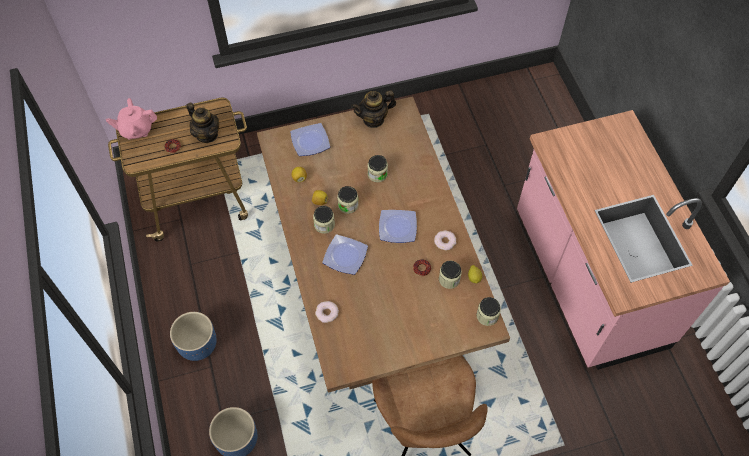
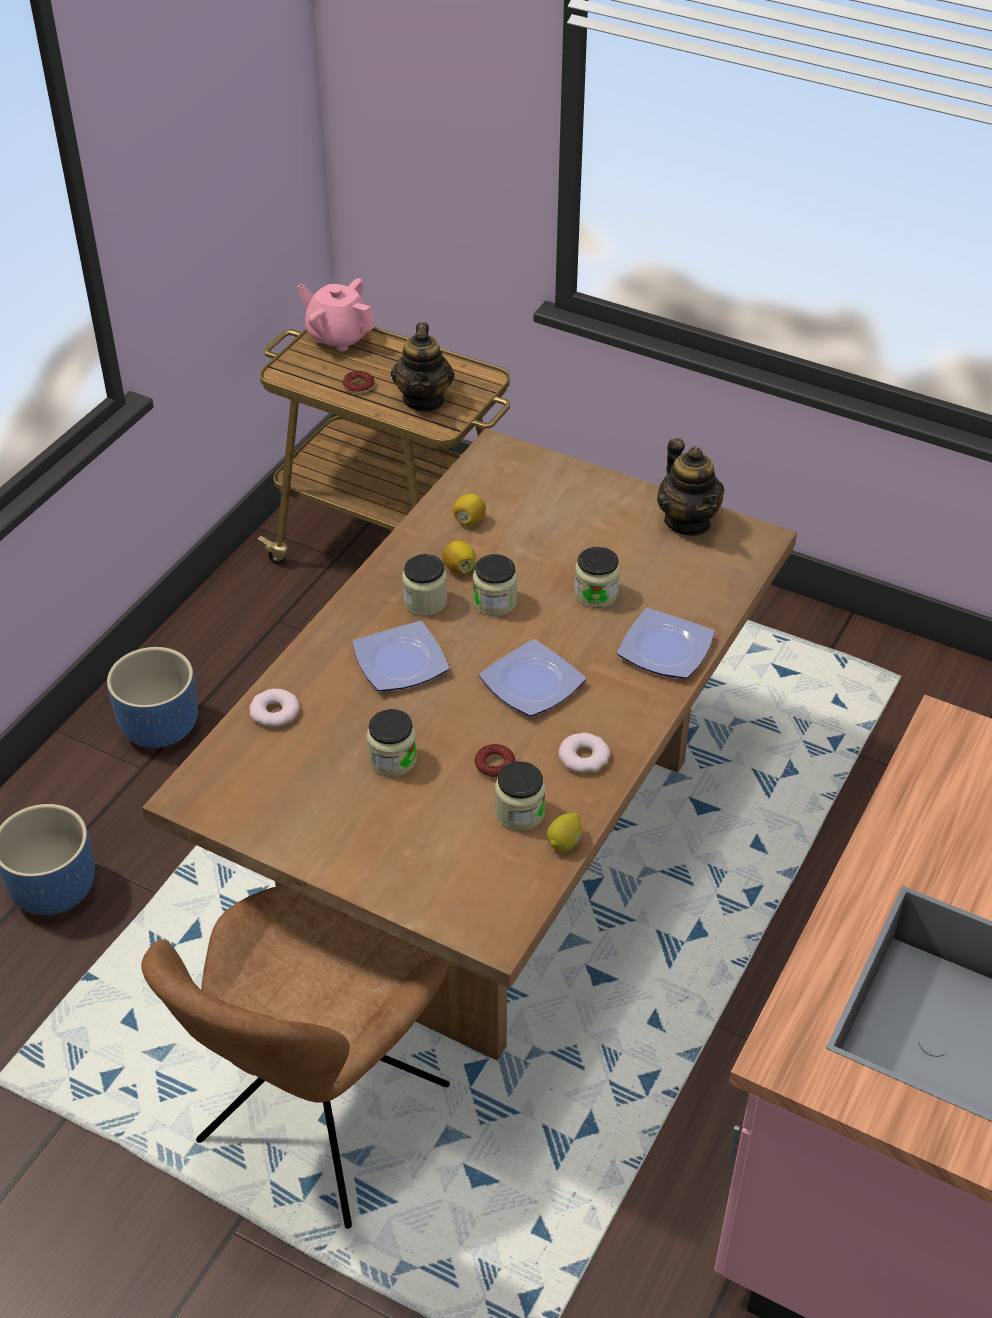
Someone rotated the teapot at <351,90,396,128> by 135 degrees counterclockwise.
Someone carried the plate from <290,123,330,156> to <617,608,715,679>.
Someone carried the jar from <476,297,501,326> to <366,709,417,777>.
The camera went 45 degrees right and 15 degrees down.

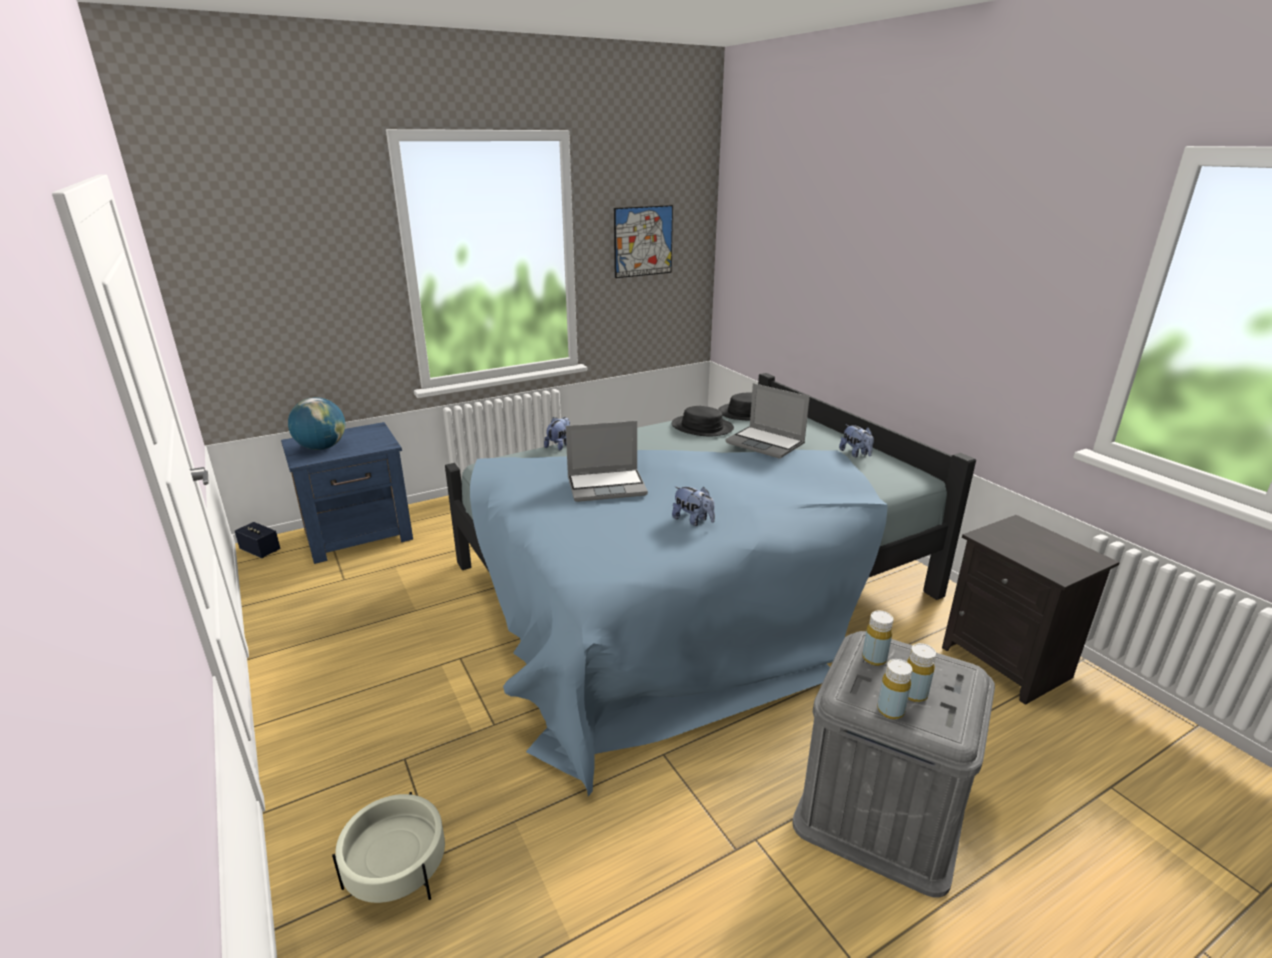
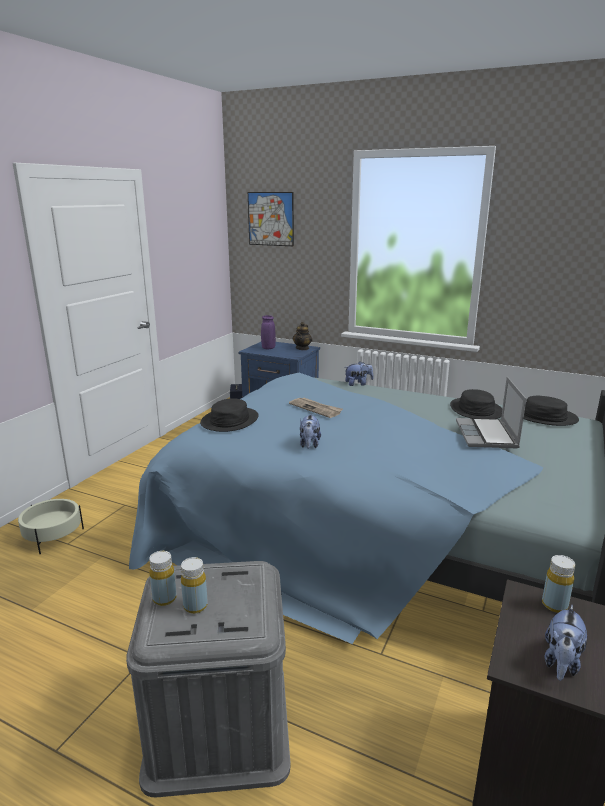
Someone carried the picture from <614,205,673,278> to <248,192,294,246>.
Someone swapped the globe at <288,397,345,450> for the purple vase at <261,315,276,349>.
Someone swapped the laptop at <566,421,648,502> for the newspaper at <289,398,343,418>.
Someone carried the plush toy from <839,425,874,458> to <545,605,587,681>.
Someone carried the yellow bottle from <862,611,893,666> to <542,555,575,613>.
Someone put down the teapot at <293,322,312,350>.
Someone put down the black hat at <200,398,259,432>.
The camera went 55 degrees right and 5 degrees down.

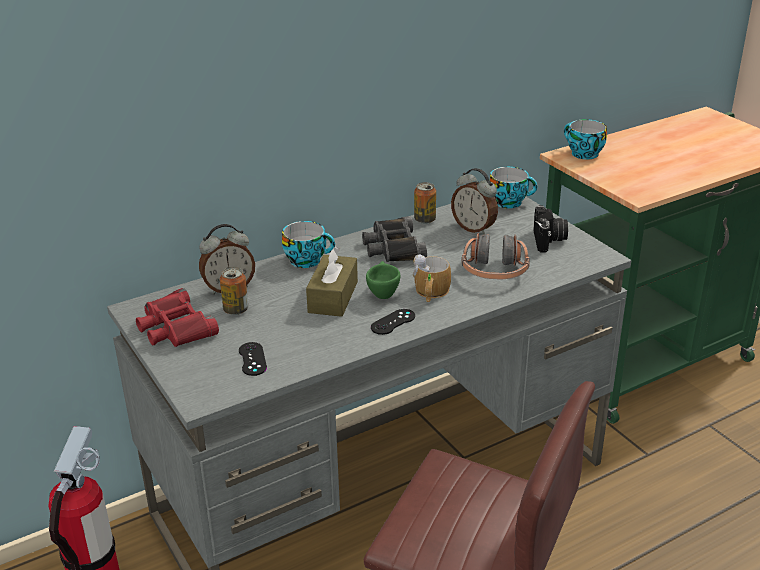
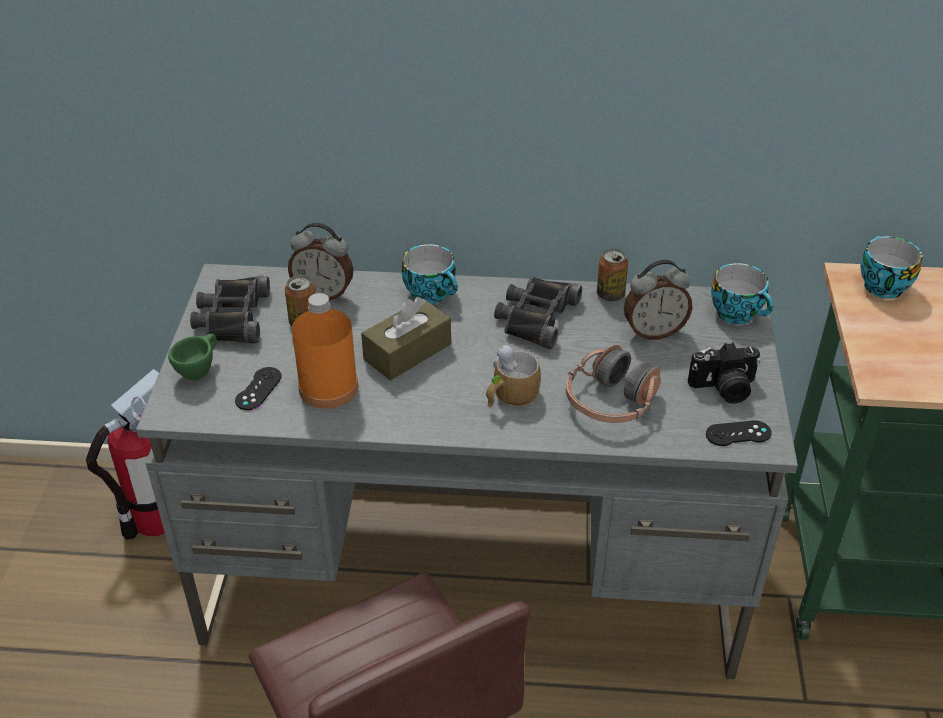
Someone rotated the alarm clock at <451,168,498,235> by 90 degrees counterclockwise.
Someone rotated the photo camera at <533,205,568,252> by 45 degrees clockwise.
Someone carried the green cup from <366,261,401,299> to <168,334,217,380>.
Someone repainted the red binoculars at <136,288,219,347>, which became the black binoculars at <190,276,270,344>.
Someone carried the black game controller from <371,309,415,335> to <706,420,772,446>.
Someone put down the orange bottle at <292,293,358,409>.
The camera went 35 degrees right and 10 degrees up.

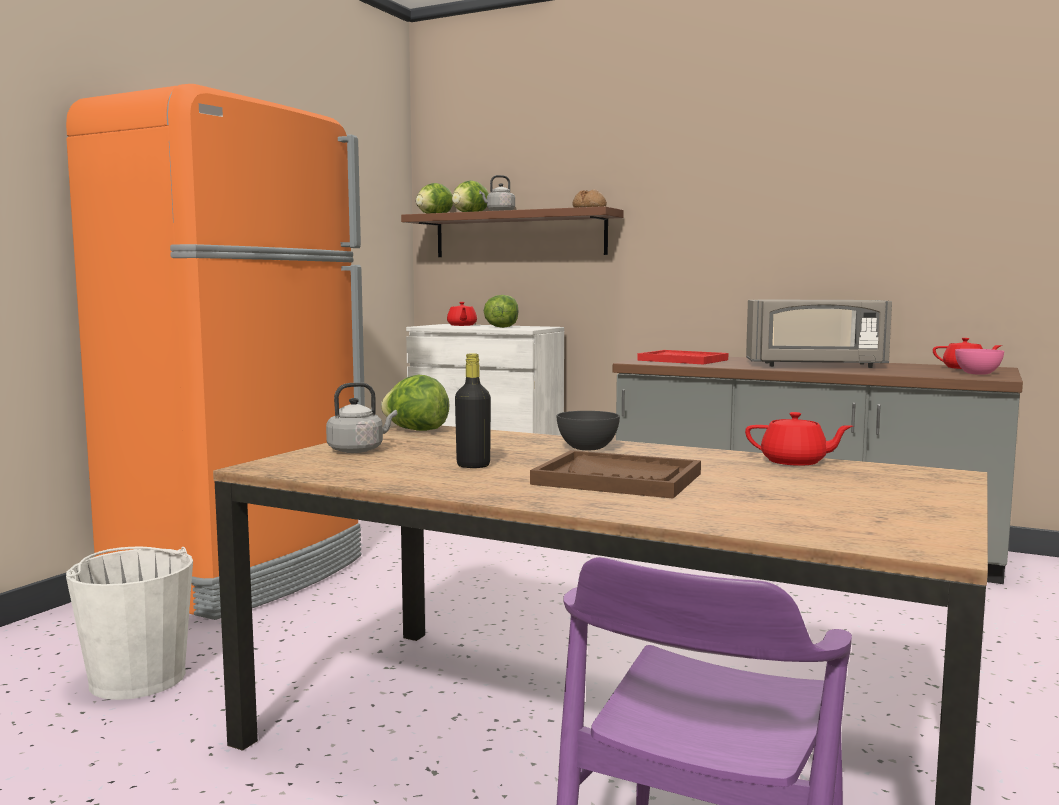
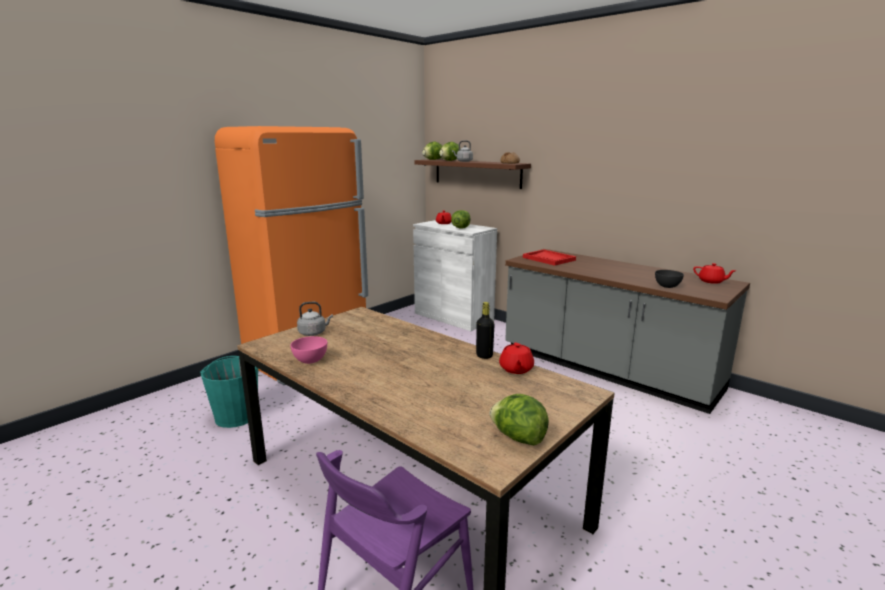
Someone took away the grey microwave at <746,300,892,368>.
Someone carried the pink bowl from <955,349,1004,375> to <290,336,327,364>.
Someone carried the black bottle from <455,353,491,468> to <476,302,495,359>.
Someone carried the lettuce from <381,375,450,431> to <489,394,549,446>.
Someone carried the grey bowl from <557,411,620,450> to <655,270,684,288>.
Someone rotated the red teapot at <745,412,853,466> by 60 degrees clockwise.
Someone took away the brown tray at <530,450,701,499>.
Someone repainted the white bucket at <66,547,193,700>, which became the turquoise bucket at <200,356,258,428>.
The camera went 15 degrees right and 10 degrees up.

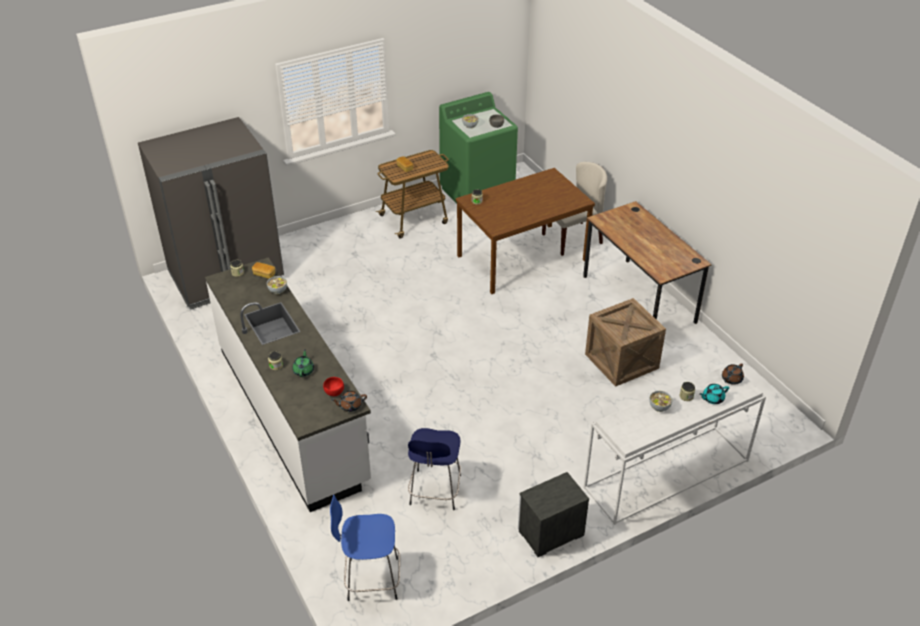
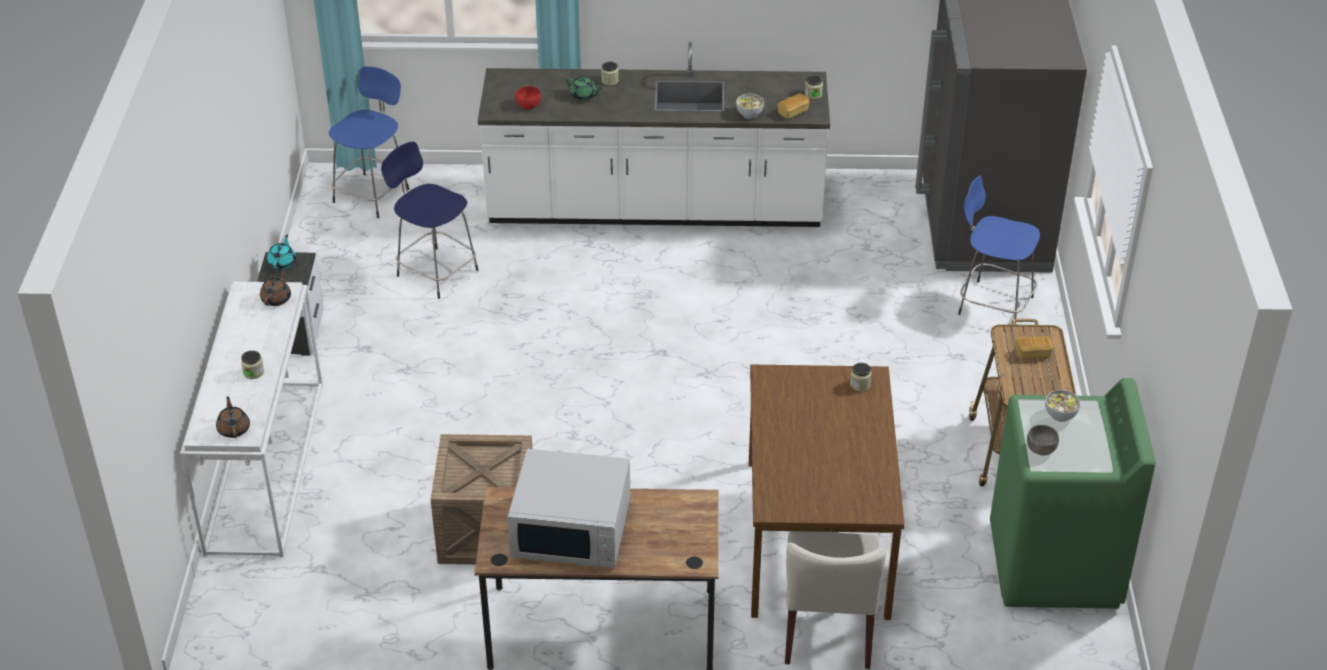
Someone carried the turquoise teapot from <699,384,729,404> to <267,235,296,269>.
Someone carried the brown teapot from <331,391,367,412> to <260,269,291,306>.
Someone took away the bowl at <649,391,672,412>.
Someone put down the blue stool at <958,175,1040,325>.
Someone put down the white microwave at <507,449,630,568>.
The camera went 120 degrees right and 0 degrees up.

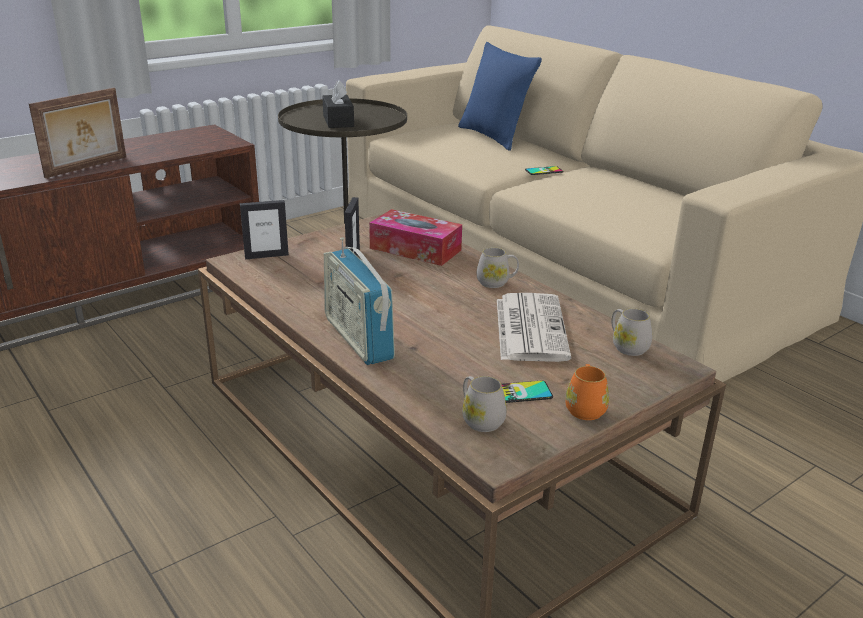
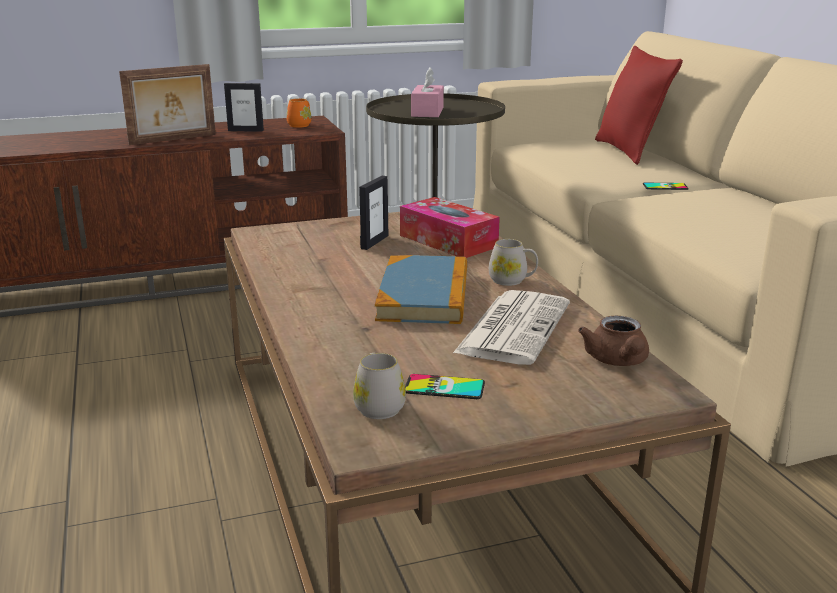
Someone repainted the blue pillow at <458,42,542,151>, which became the red pillow at <595,46,683,165>.
Someone repainted the black tissue box at <322,80,354,128>, which became the pink tissue box at <411,67,444,117>.
Someone carried the picture frame from <240,200,289,259> to <224,83,264,132>.
Someone took away the radio at <324,237,395,365>.
Someone swapped the white mug at <611,308,652,356> for the brown teapot at <578,316,649,366>.
Someone carried the orange mug from <565,364,609,420> to <286,98,311,128>.
Someone put down the book at <375,255,467,324>.
The camera went 20 degrees right and 5 degrees down.

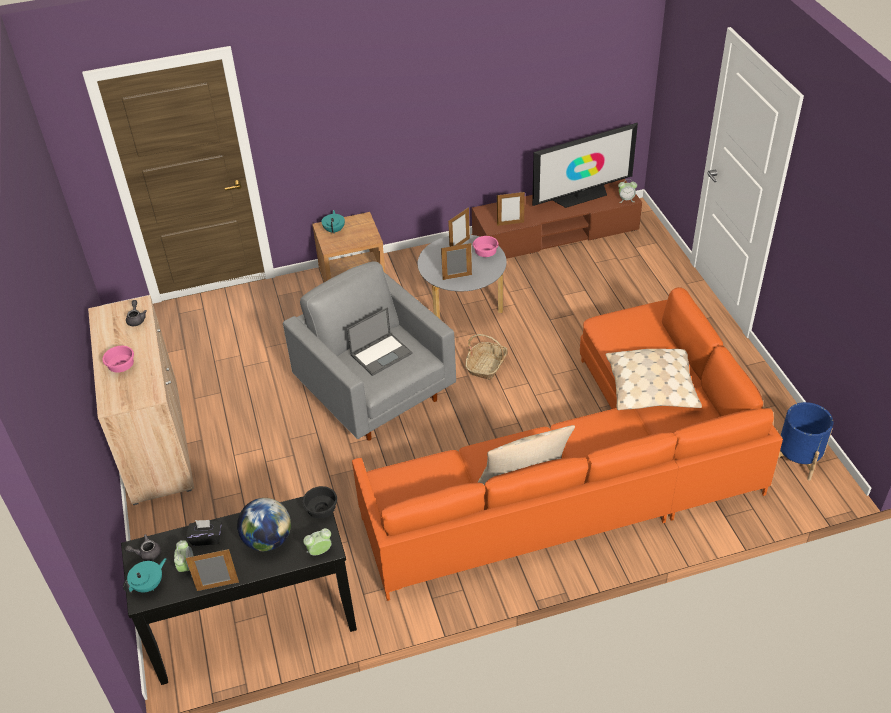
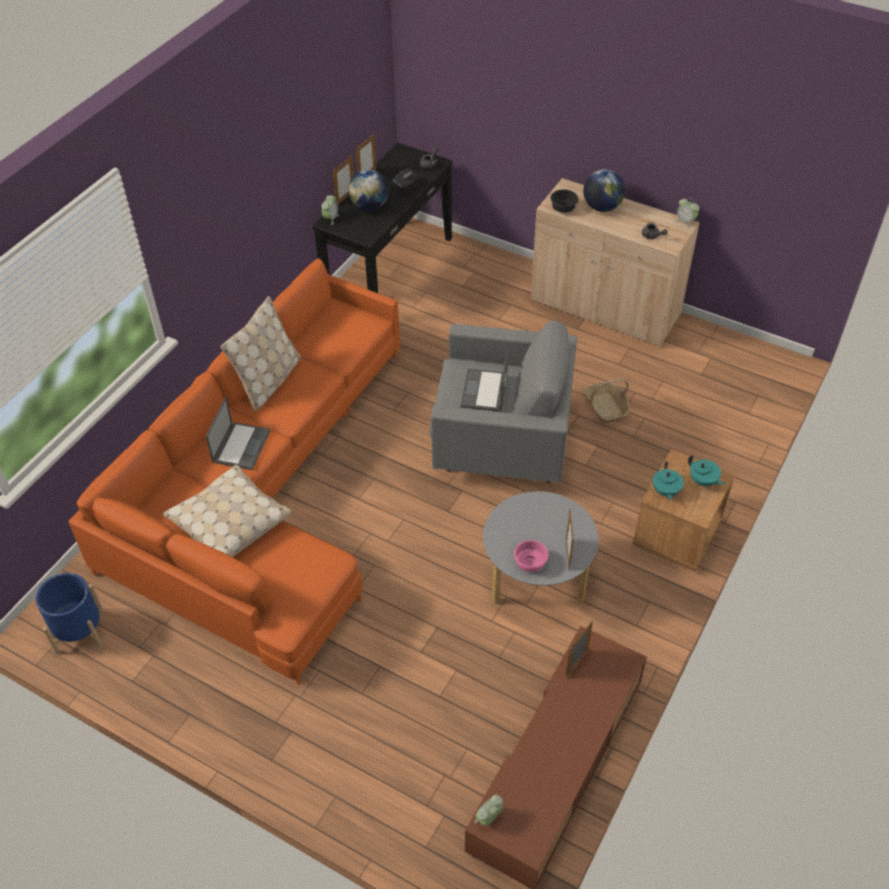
Someone took away the television at <532,123,638,208>.
Someone carried the picture frame from <441,243,472,280> to <333,156,354,204>.
Someone carried the basket from <465,334,507,380> to <584,379,630,423>.
Someone swapped the pink bowl at <102,346,134,373> for the globe at <583,169,625,212>.
Someone carried the black bowl from <303,486,337,518> to <550,189,578,213>.
Someone carried the alarm clock from <174,540,193,577> to <675,198,700,228>.
Someone carried the turquoise teapot from <123,558,166,593> to <653,461,684,500>.
Someone put down the laptop at <206,397,271,470>.
The camera went 135 degrees right and 5 degrees up.

